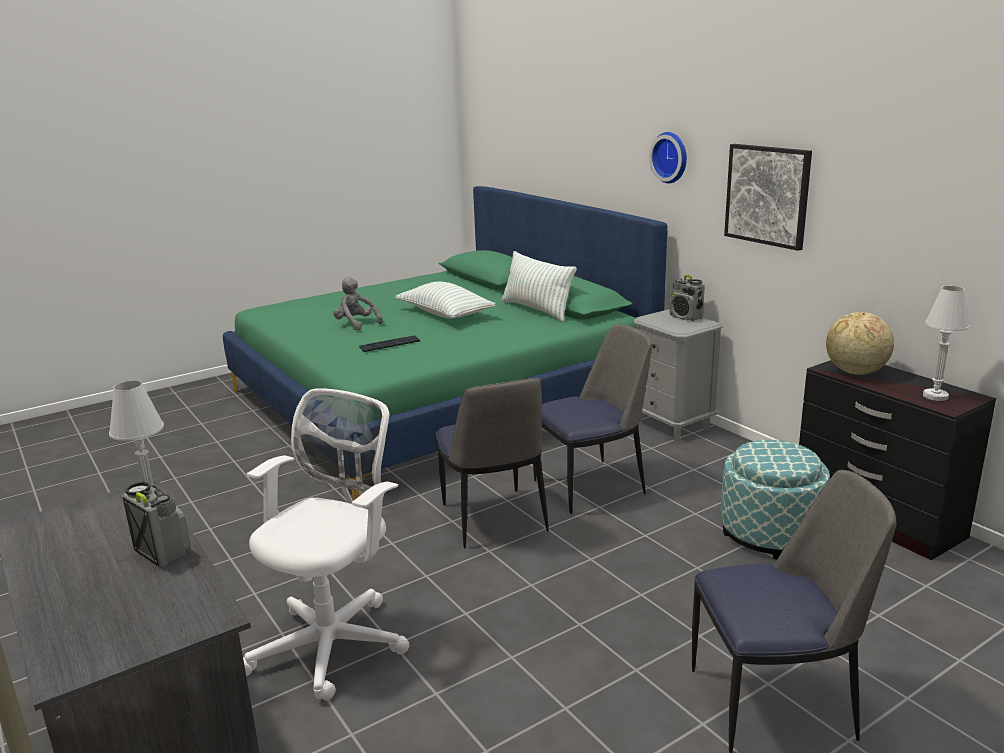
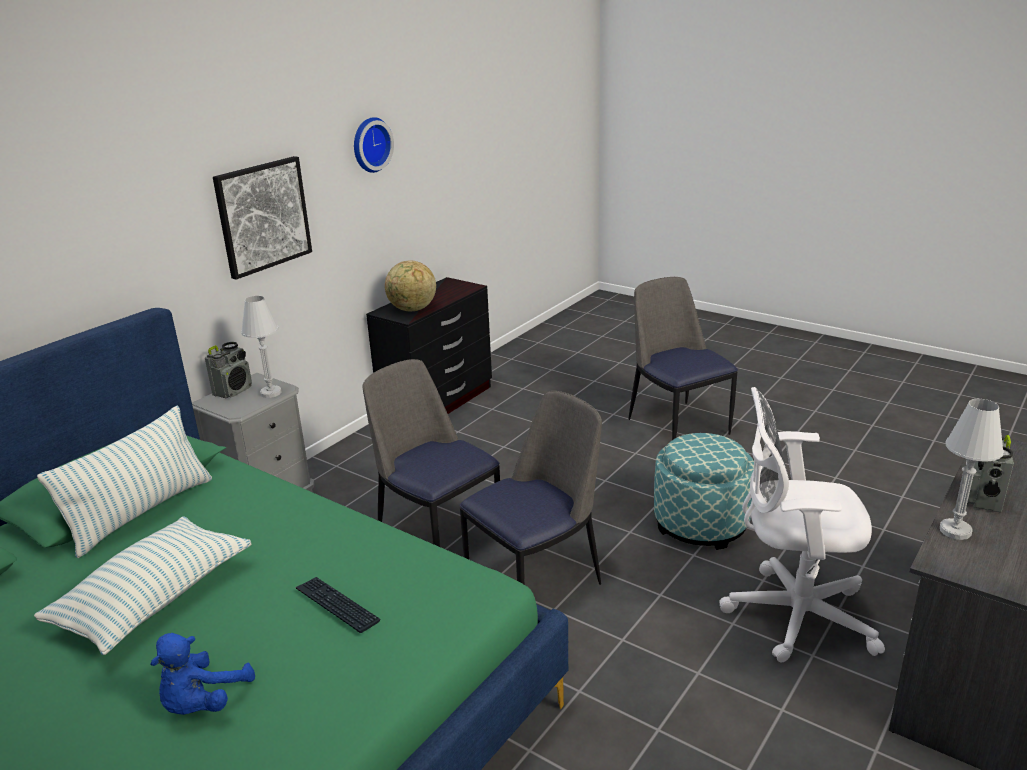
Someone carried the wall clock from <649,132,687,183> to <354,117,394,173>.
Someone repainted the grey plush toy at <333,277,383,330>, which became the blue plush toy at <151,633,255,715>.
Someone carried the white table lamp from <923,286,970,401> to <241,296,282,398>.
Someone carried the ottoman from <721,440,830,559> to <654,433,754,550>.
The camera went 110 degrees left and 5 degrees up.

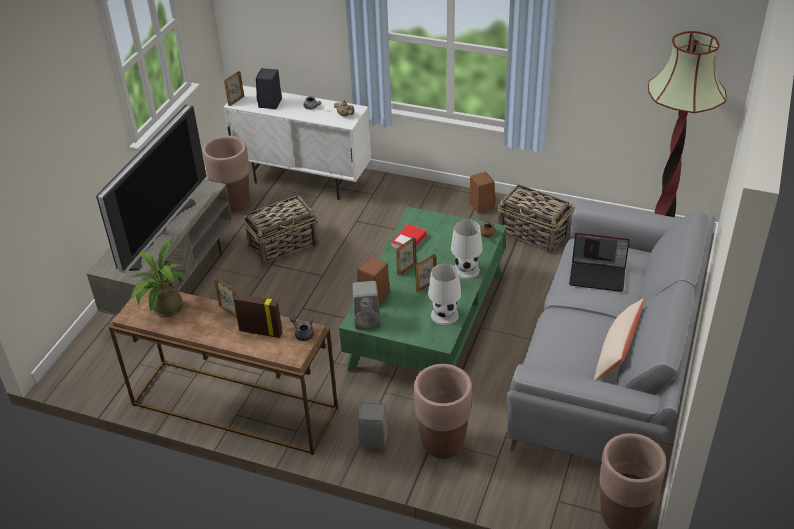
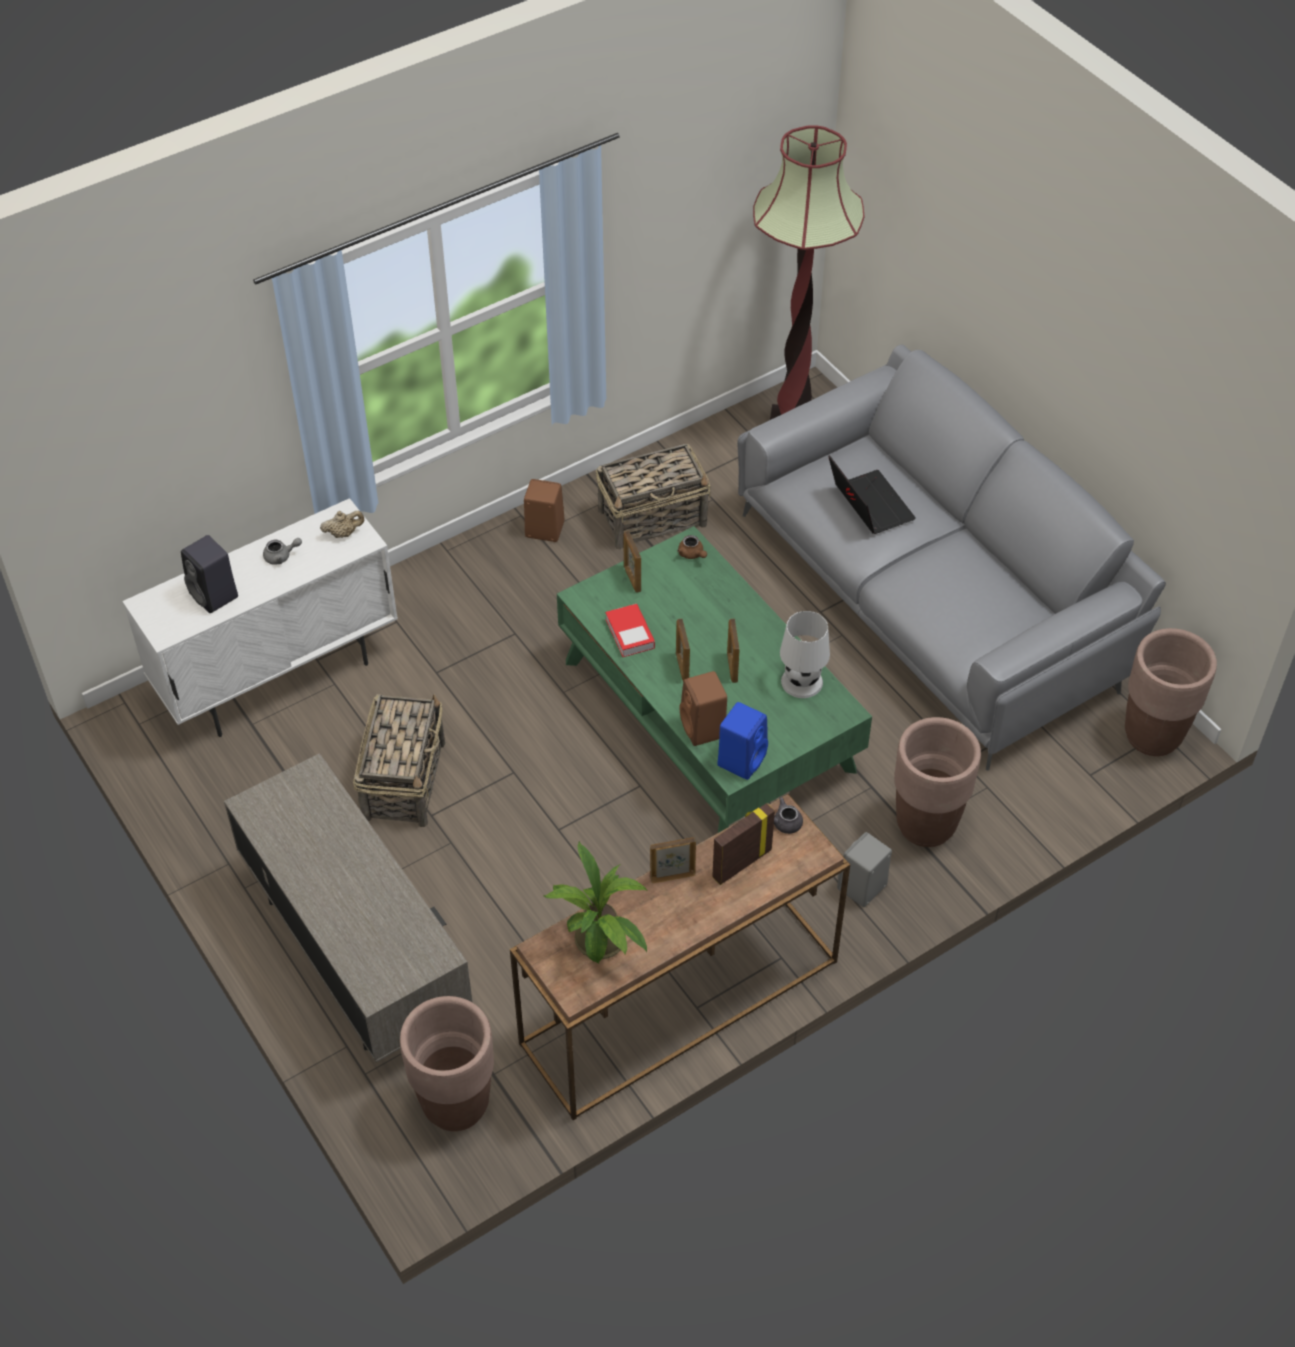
Someone carried the picture frame from <224,71,244,106> to <623,531,641,592>.
Someone took away the television at <96,105,206,273>.
Someone carried the brown planter from <203,136,249,212> to <400,996,494,1131>.
Someone took away the white table lamp at <451,220,483,279>.
Someone rotated the laptop at <569,233,630,292> by 75 degrees counterclockwise.
Someone repainted the grey speaker at <352,281,381,329>, which became the blue speaker at <717,702,768,780>.
Someone took away the beige pillow at <594,298,644,380>.
The camera went 55 degrees left and 10 degrees up.

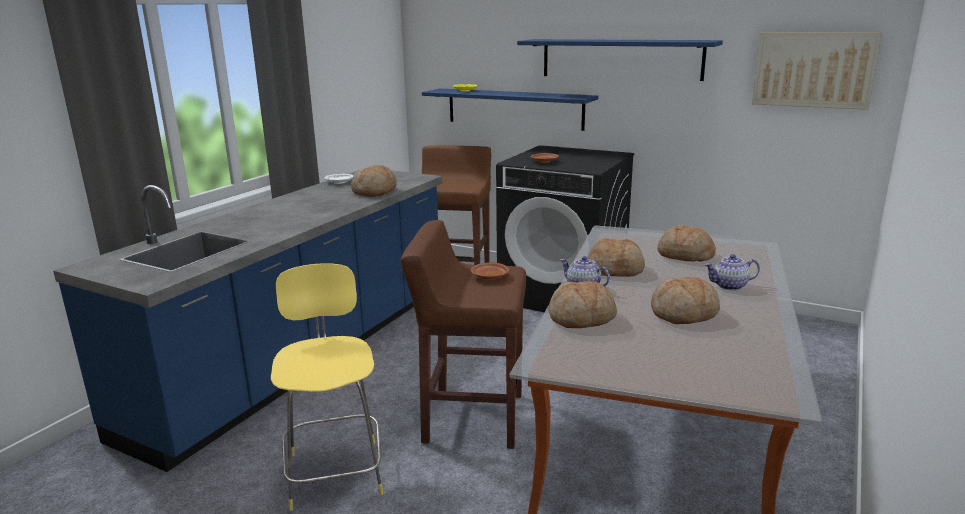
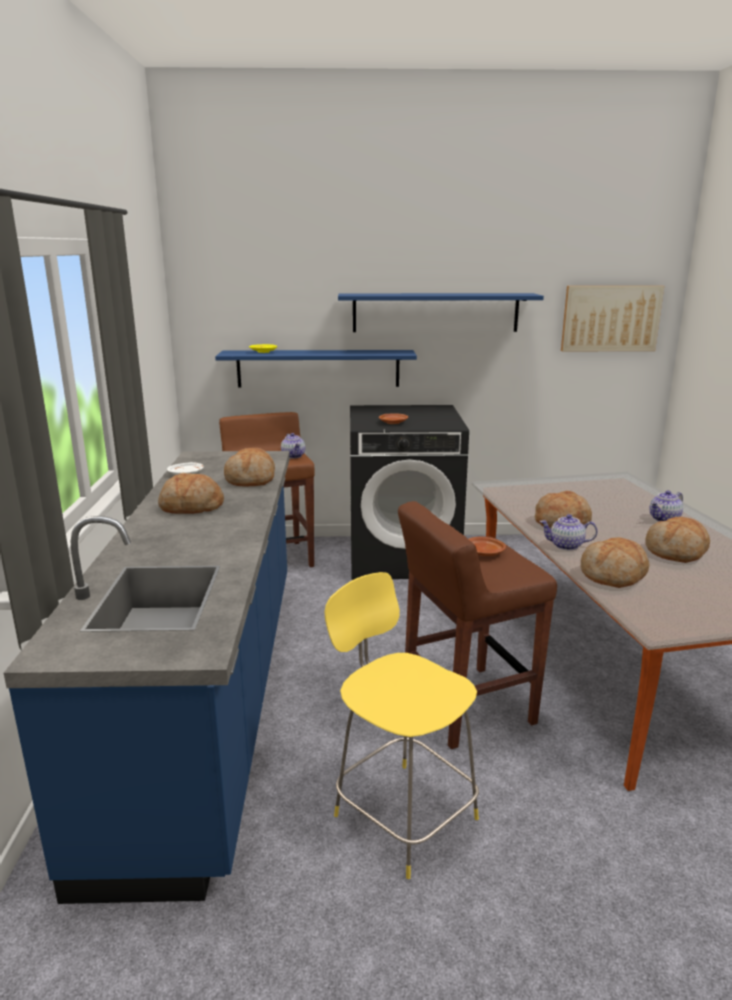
Someone carried the bread from <657,224,716,262> to <158,473,224,514>.
Someone put down the teapot at <281,433,305,459>.
The camera went 30 degrees left and 0 degrees up.

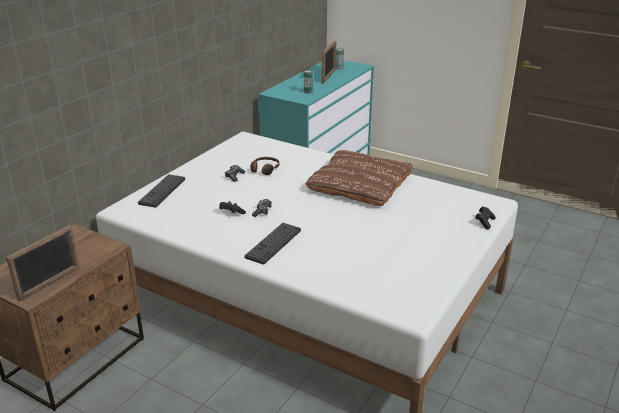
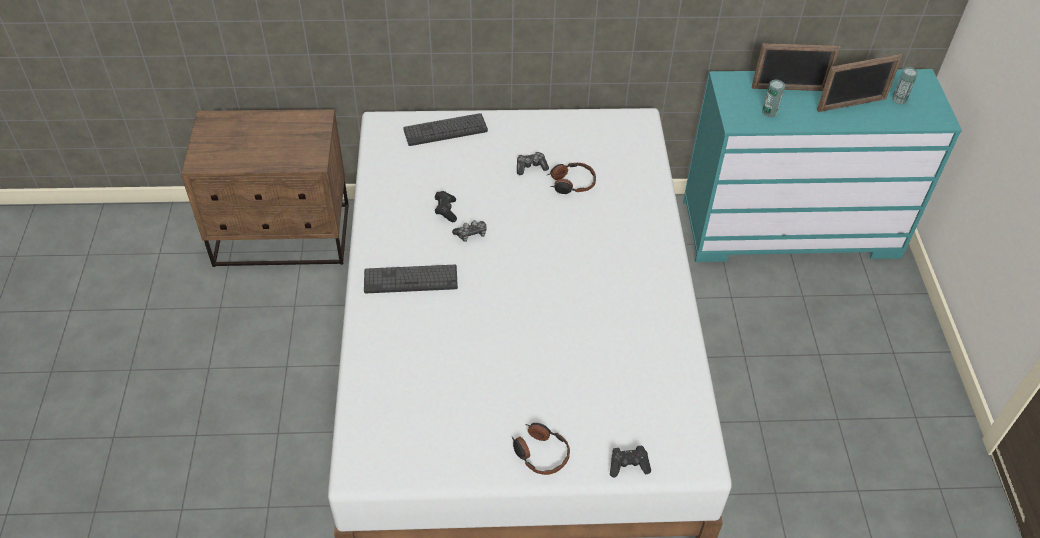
Someone took away the brown pillow at <306,150,413,206>.
Someone carried the picture frame from <6,225,80,302> to <752,43,840,91>.
Someone put down the headphones at <512,423,570,475>.
The camera went 55 degrees right and 20 degrees up.

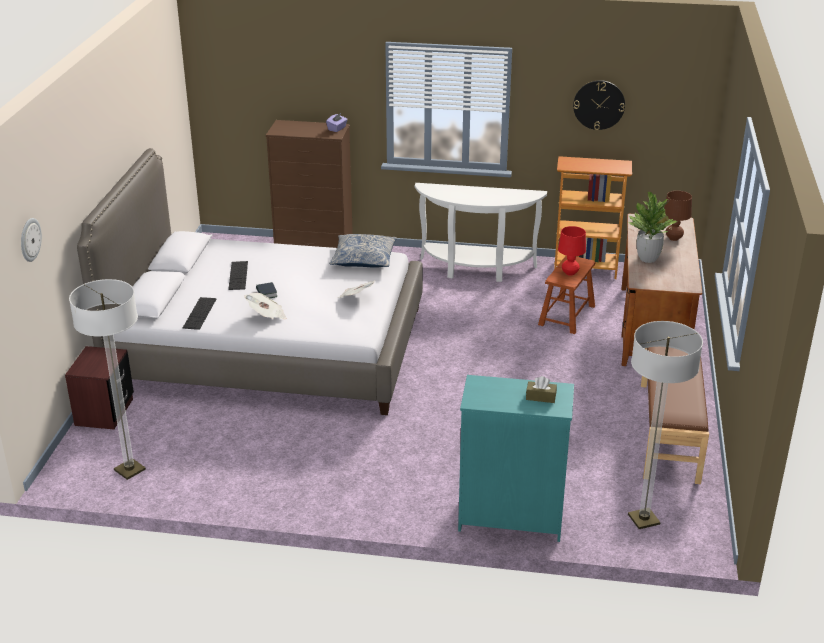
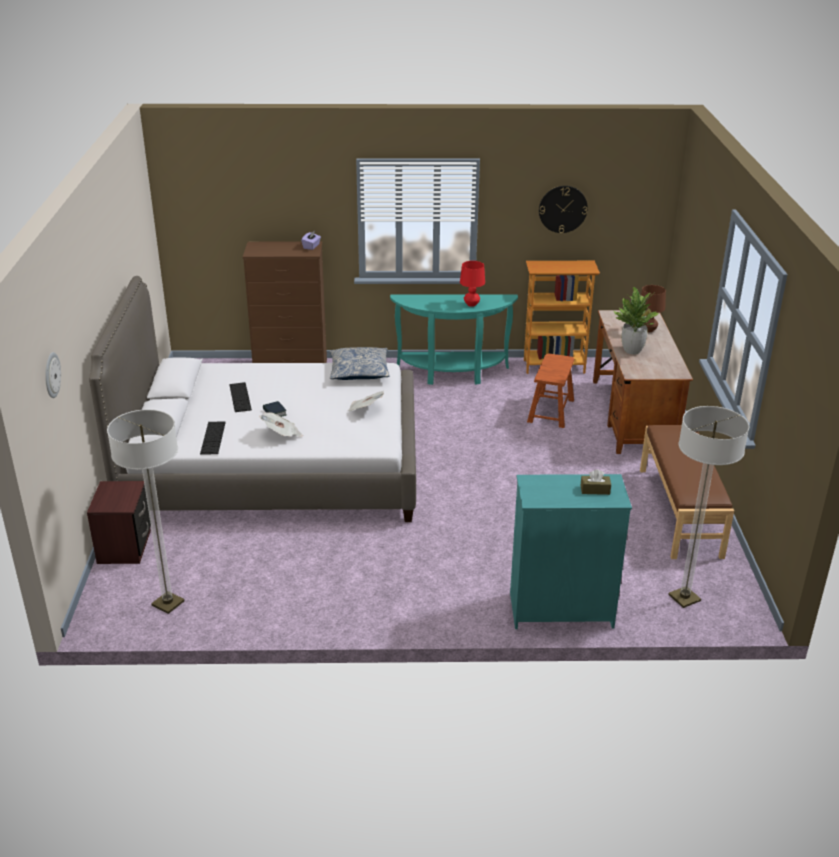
Someone repainted the white console table at <415,183,547,282>, which became the turquoise console table at <390,294,518,385>.
Someone carried the red table lamp from <558,226,586,276> to <460,261,485,307>.
The camera went 10 degrees left and 0 degrees up.

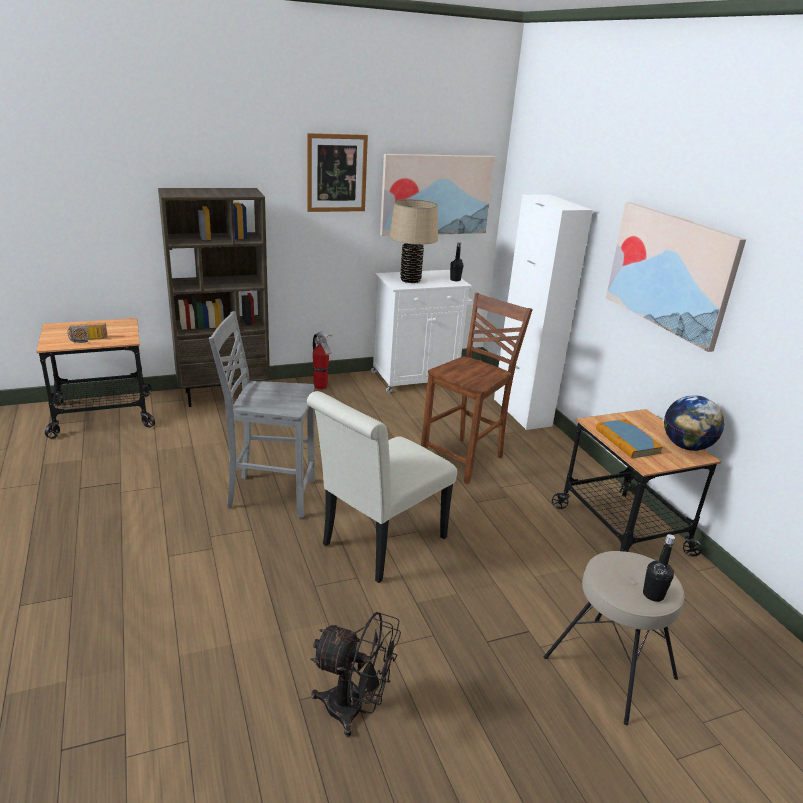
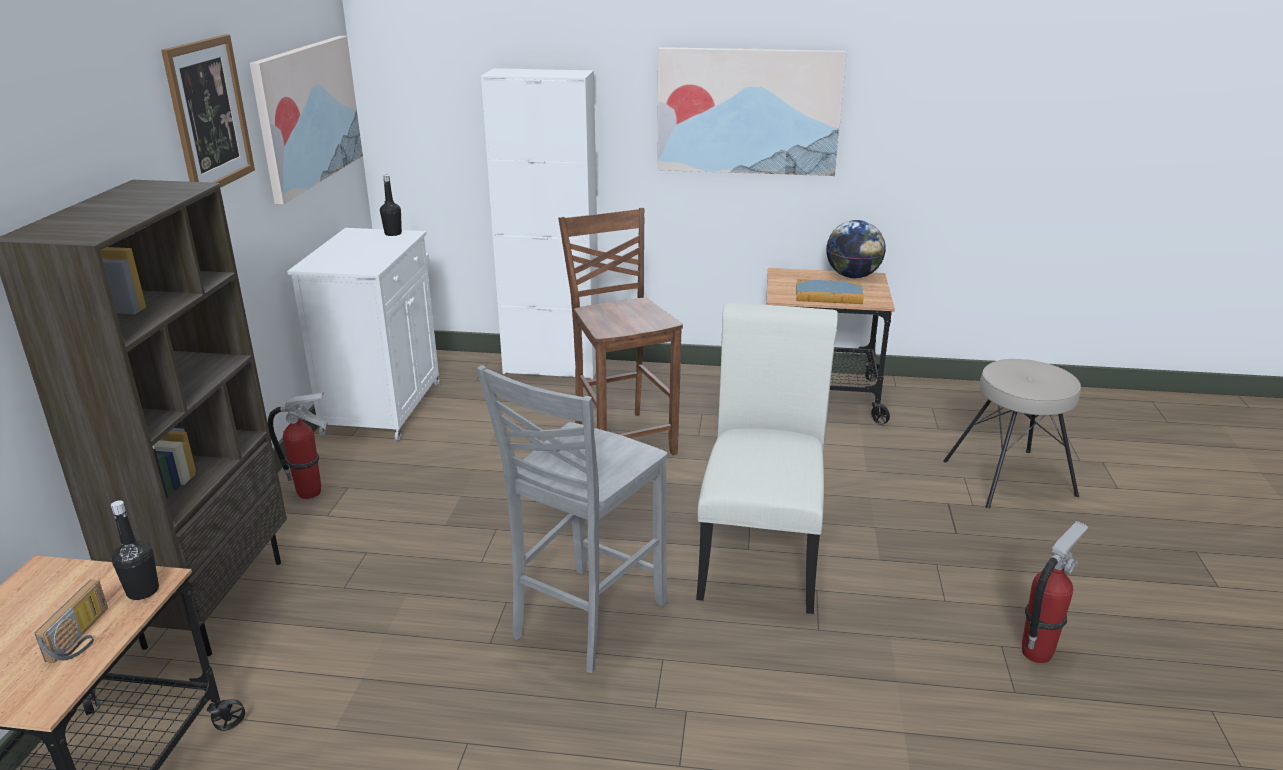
Someone took away the beige table lamp at <389,199,438,283>.
Someone rotated the white chair at <307,391,457,583> by 150 degrees counterclockwise.
Someone carried the black bottle from <643,534,675,602> to <111,500,159,600>.
Someone swapped the black fan at <311,612,401,737> for the fire extinguisher at <1022,521,1088,663>.
The camera went 60 degrees left and 0 degrees up.

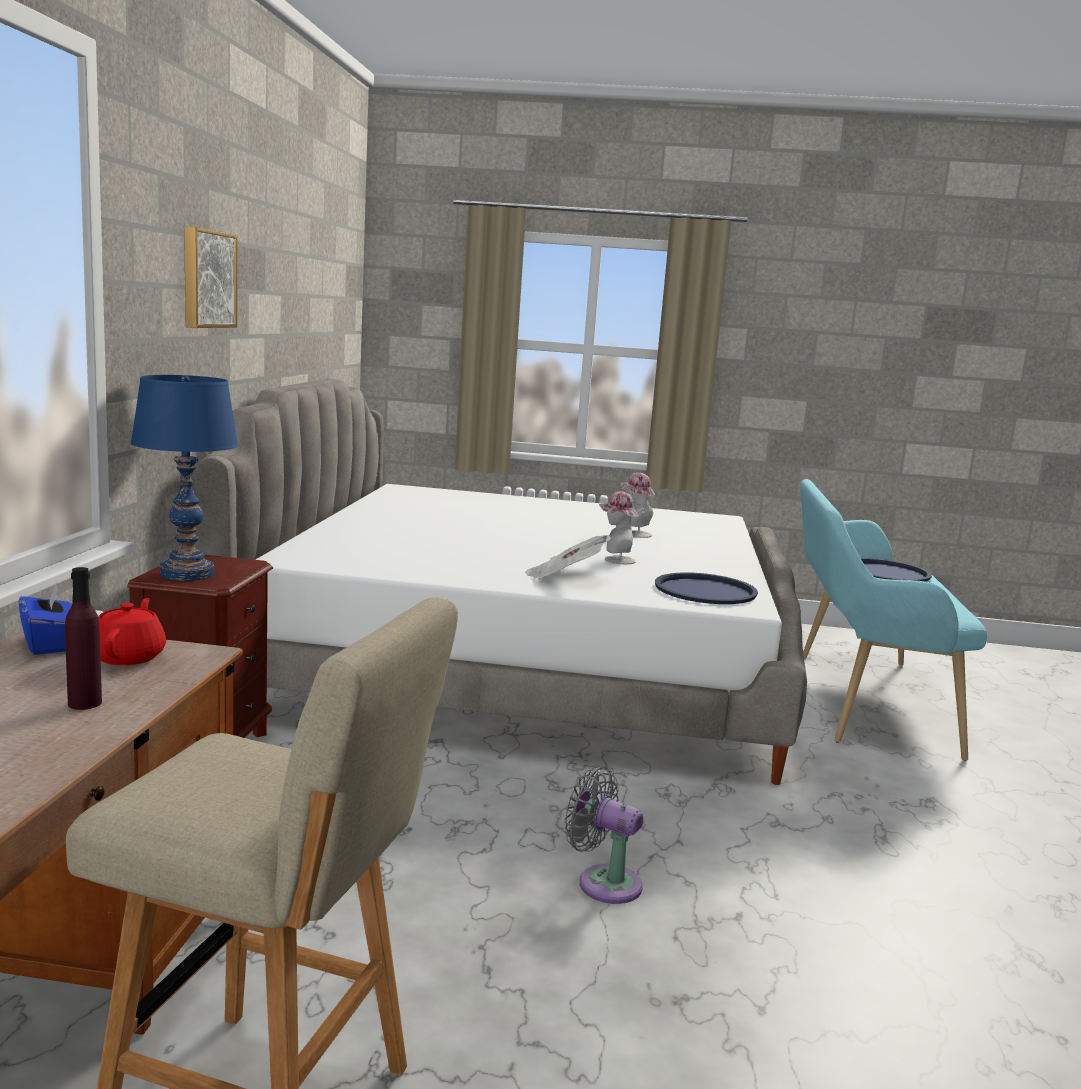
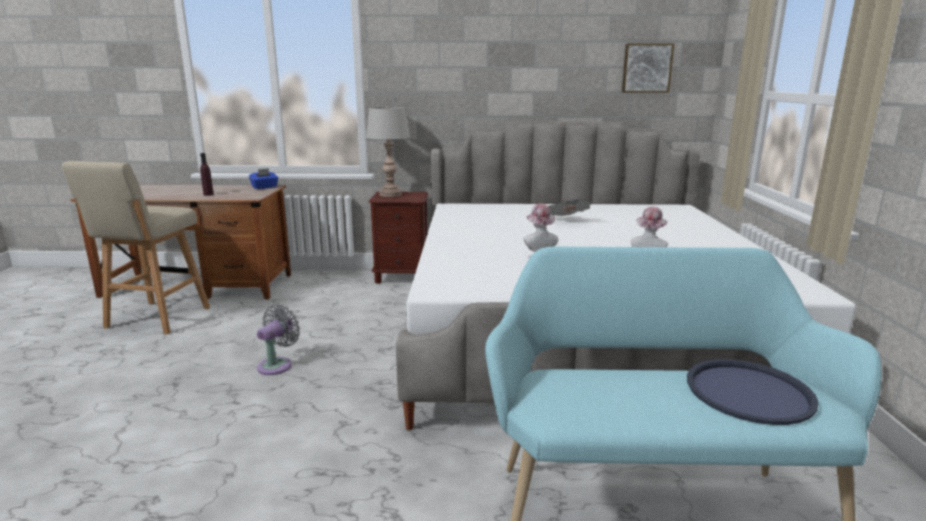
Someone carried the picture from <184,226,237,328> to <622,43,674,93>.
Someone repainted the blue table lamp at <131,375,239,581>, which became the grey table lamp at <366,106,410,197>.
Someone carried the newspaper from <525,535,611,580> to <548,200,590,216>.
Someone took away the blue tray at <655,572,758,604>.
Someone took away the red teapot at <98,598,166,665>.
The camera went 85 degrees right and 5 degrees up.

